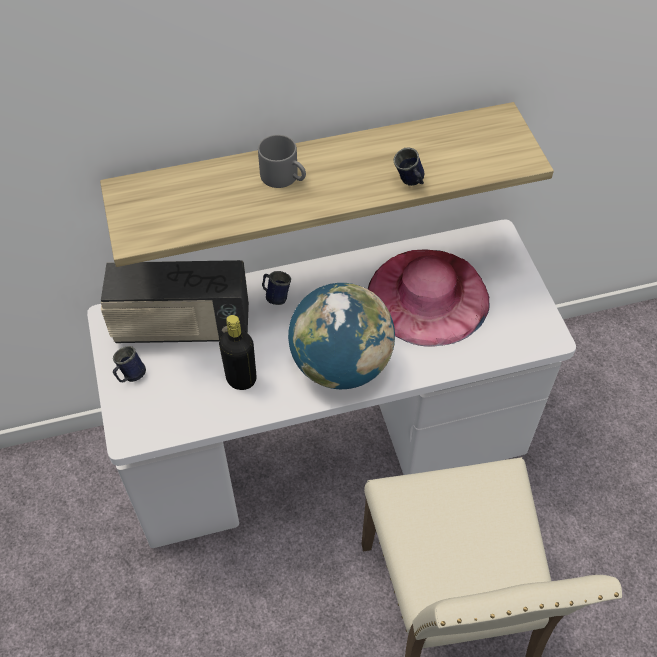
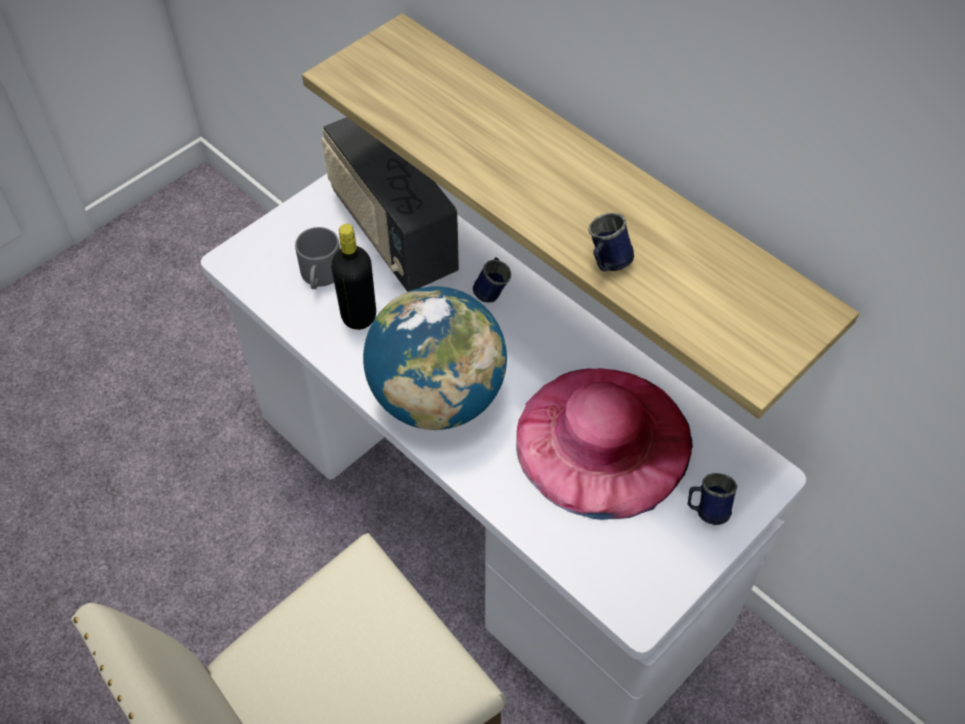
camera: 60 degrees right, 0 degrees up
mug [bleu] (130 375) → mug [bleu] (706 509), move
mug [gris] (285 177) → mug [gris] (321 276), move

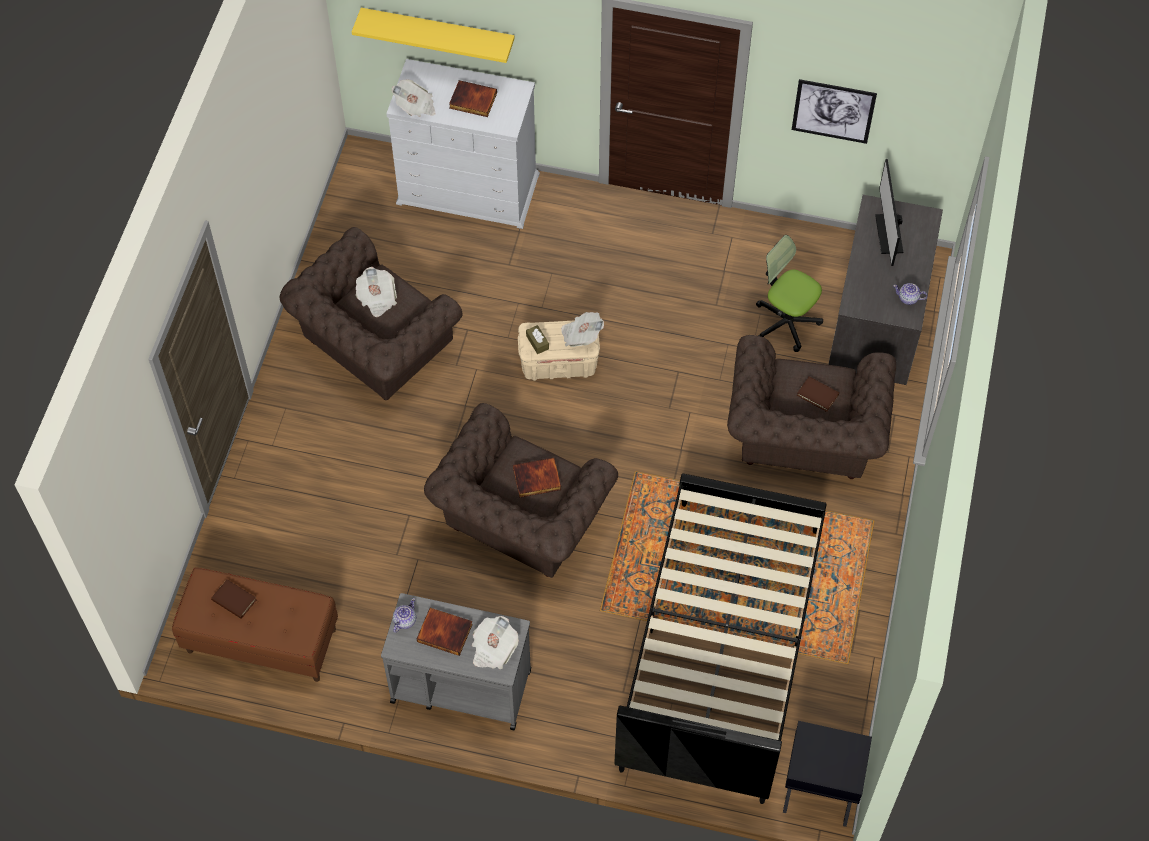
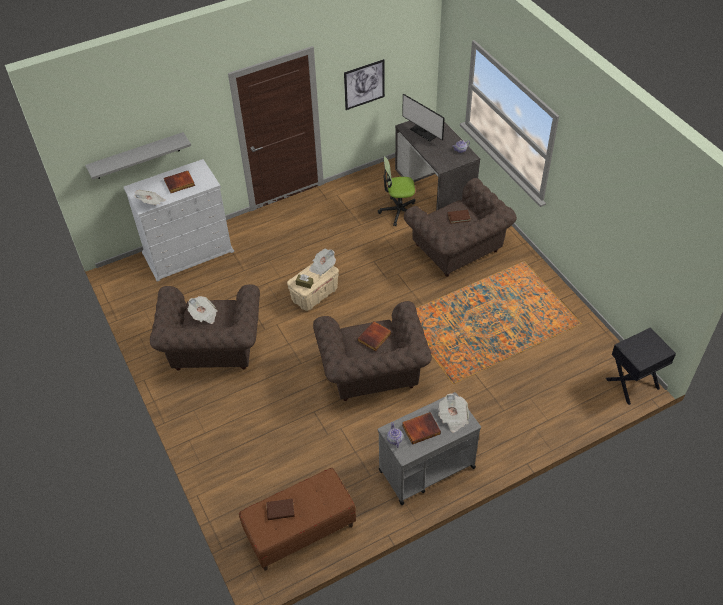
camera: 40 degrees left, 10 degrees down
étagère [jaune] (438 32) → étagère [gris] (137 156)
lit [noir] (720 647) → -

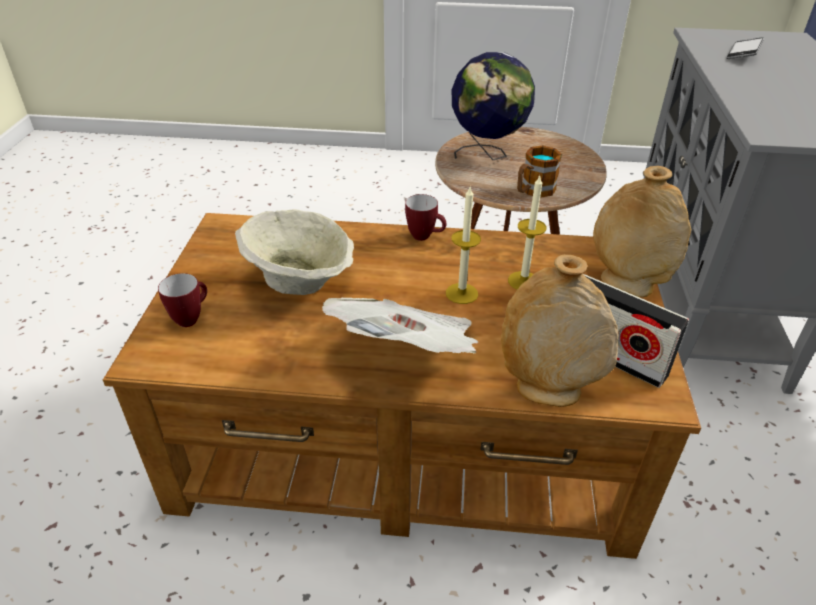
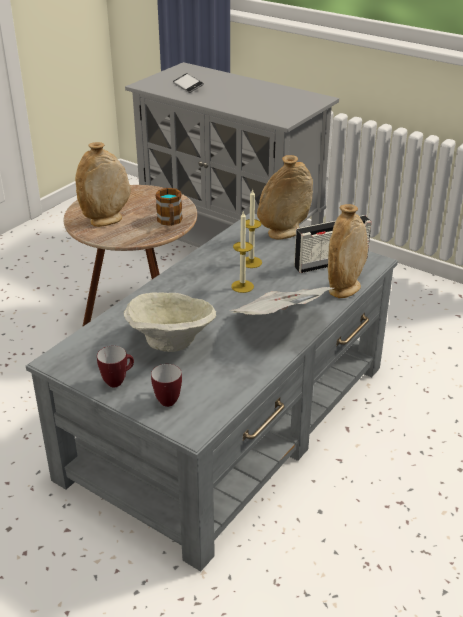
camera: 60 degrees left, 5 degrees down
table basse [marron] (408 438) → table basse [gris] (231 419)
mug (425 237) → mug (118 380), move
globe (487 155) → vase [beige] (106 220)

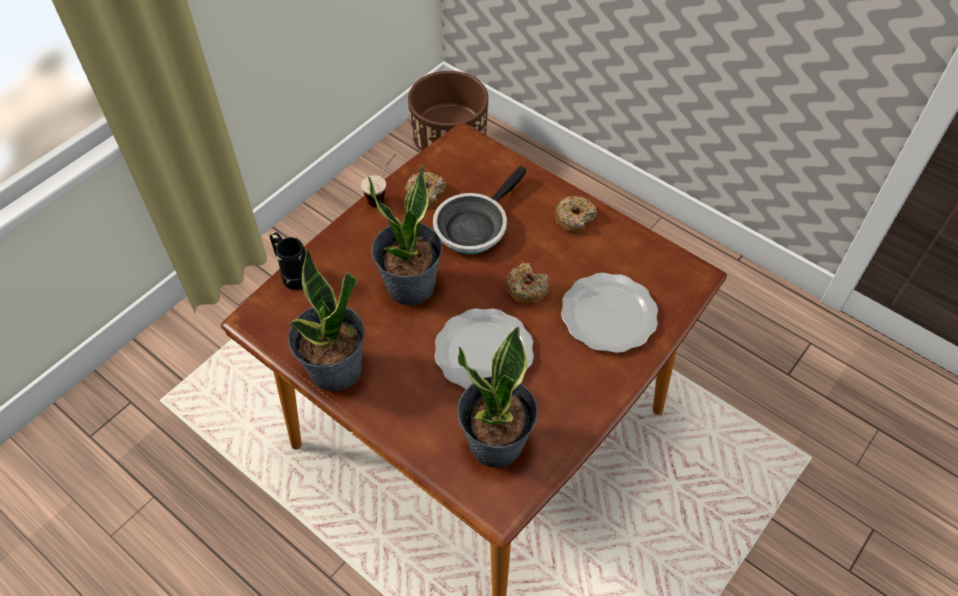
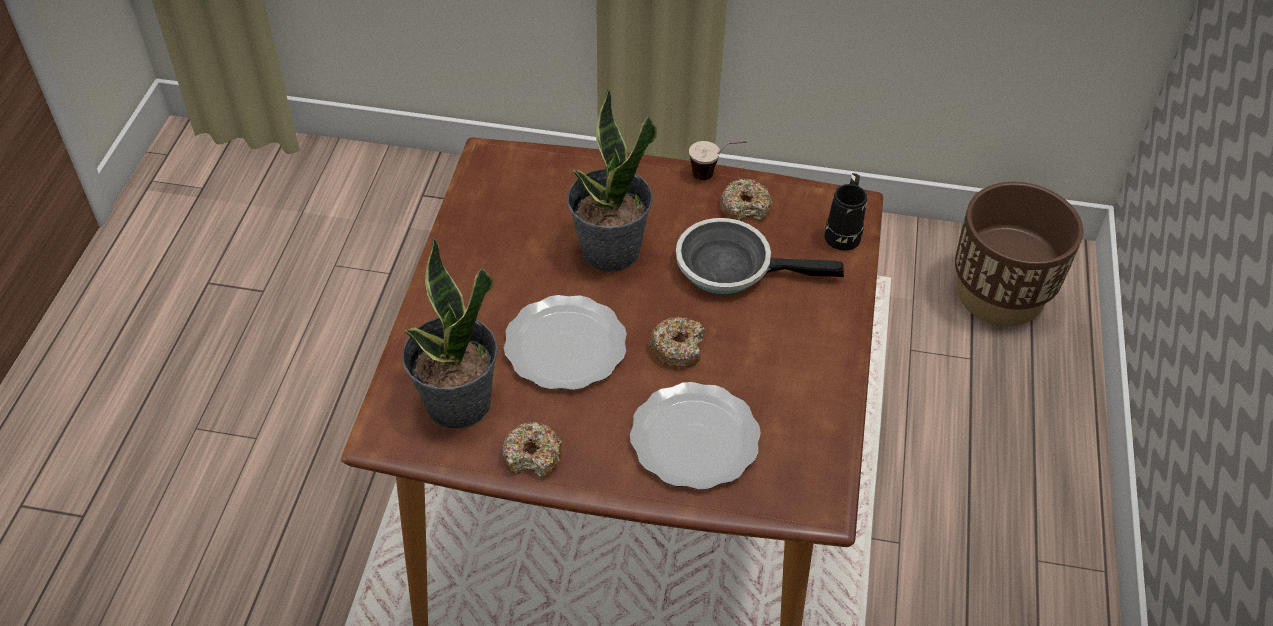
camera: 60 degrees right, 5 degrees down
mug [noir] (293 275) → mug [noir] (844 233), move
plante en pot (335 370) → -
beignet (574 218) → beignet (532 456), move

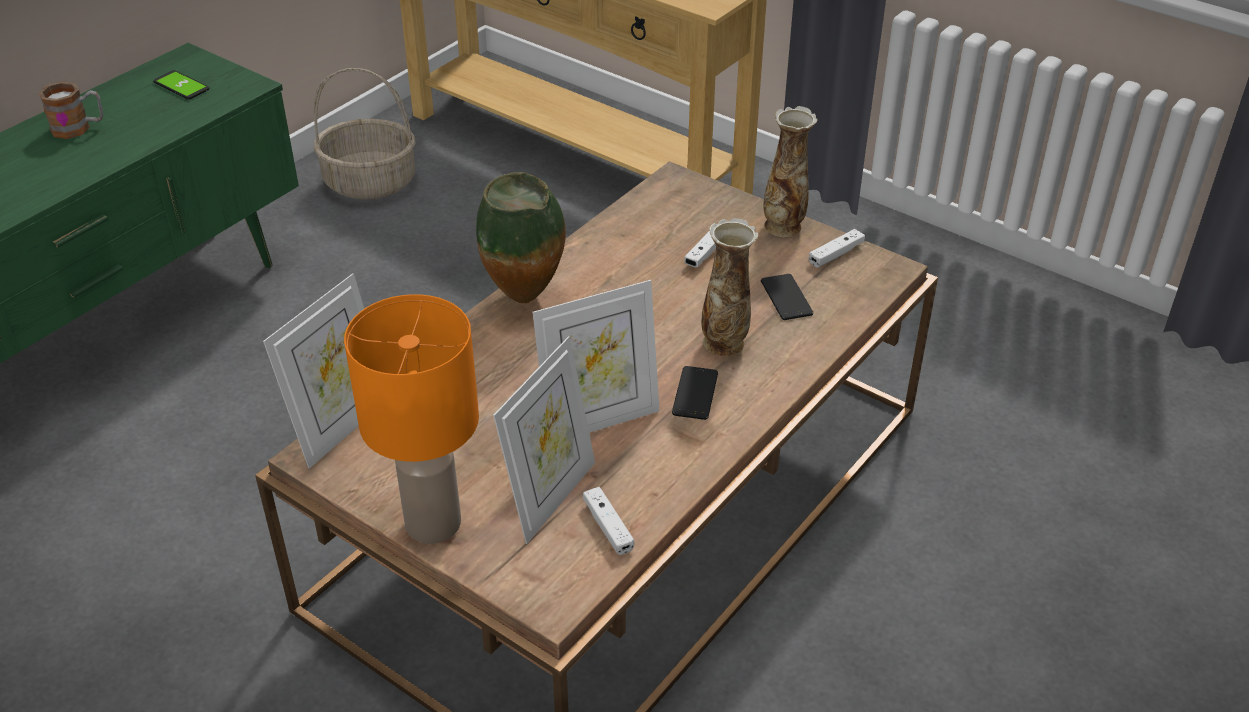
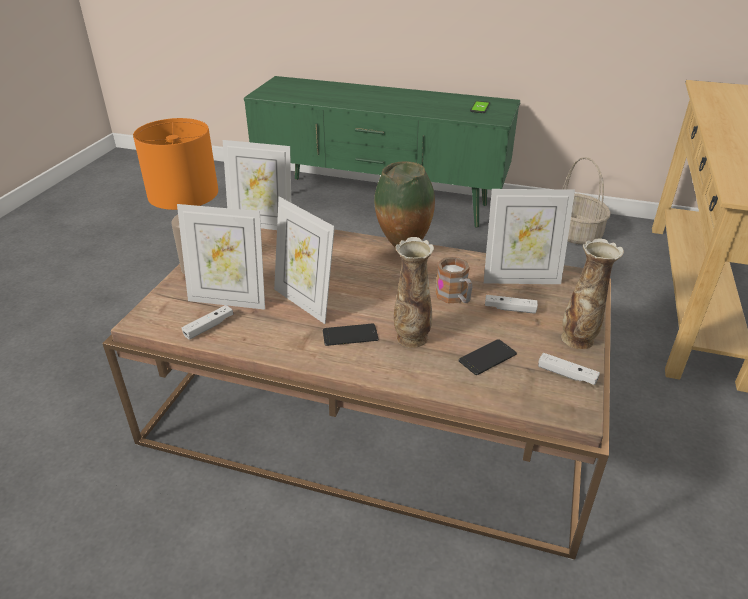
camera: 70 degrees right, 5 degrees down
mug (79 128) → mug (455 298), move
- → cadre photo (520 279)

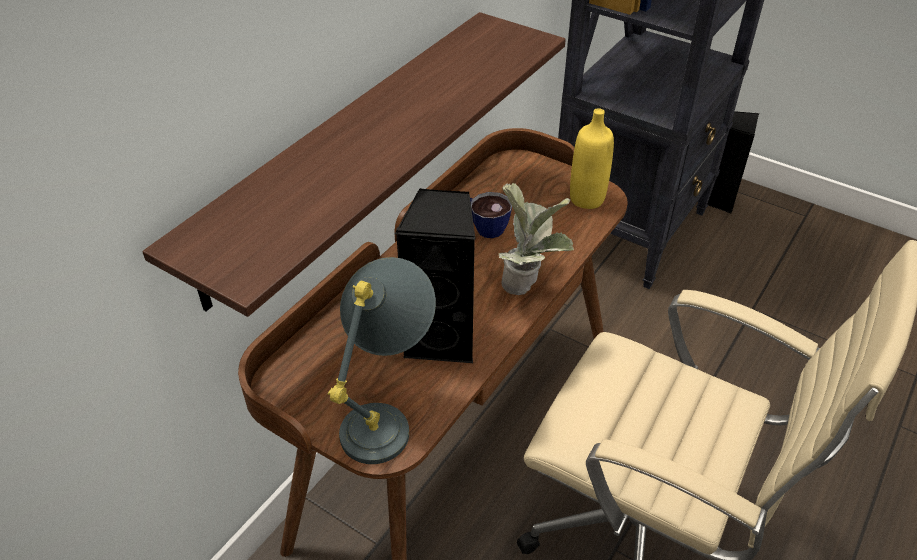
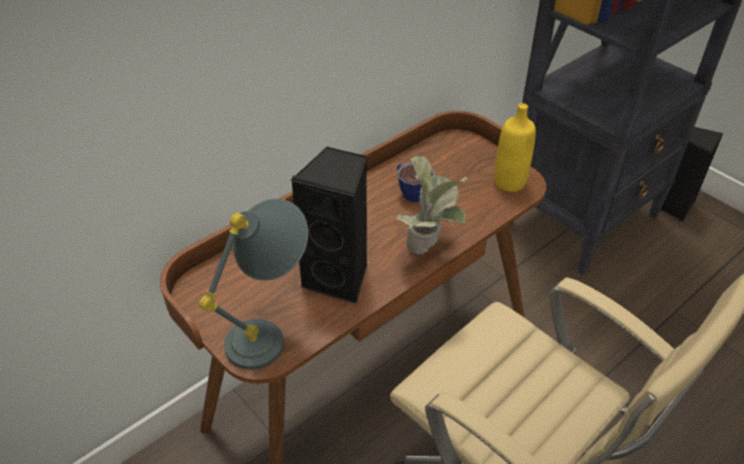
camera: 15 degrees right, 0 degrees up
étagère (346 151) → -

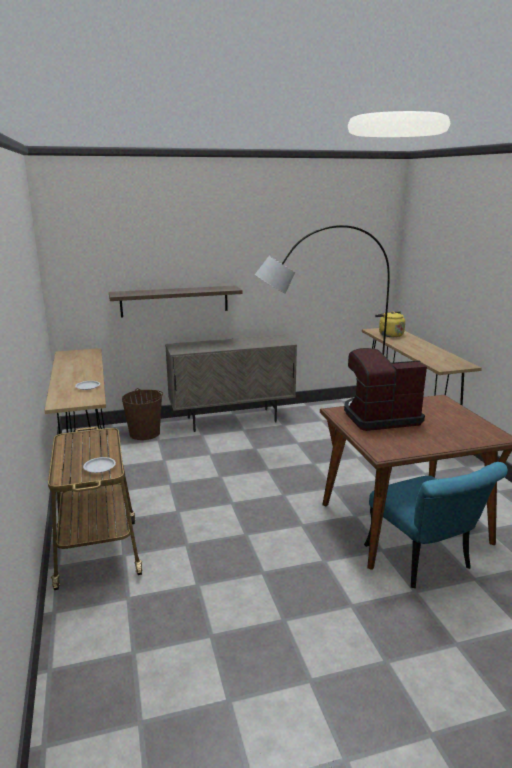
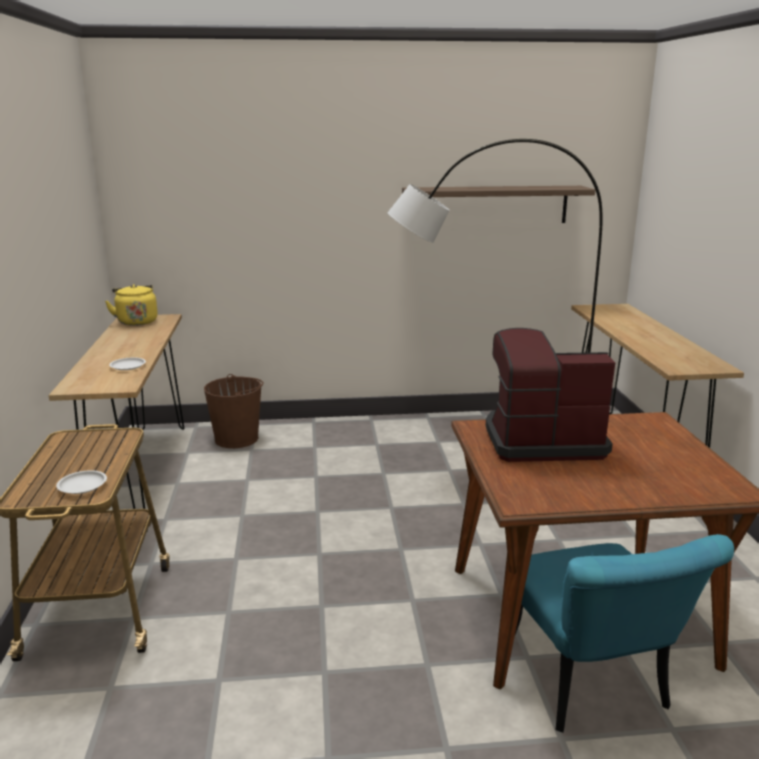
camera: 10 degrees right, 0 degrees up
étagère (174 301) → étagère (491 205), move
meuble de rangement [beige] (232 420) → -
bouilloire [jaune] (389 335) → bouilloire [jaune] (136 321), move

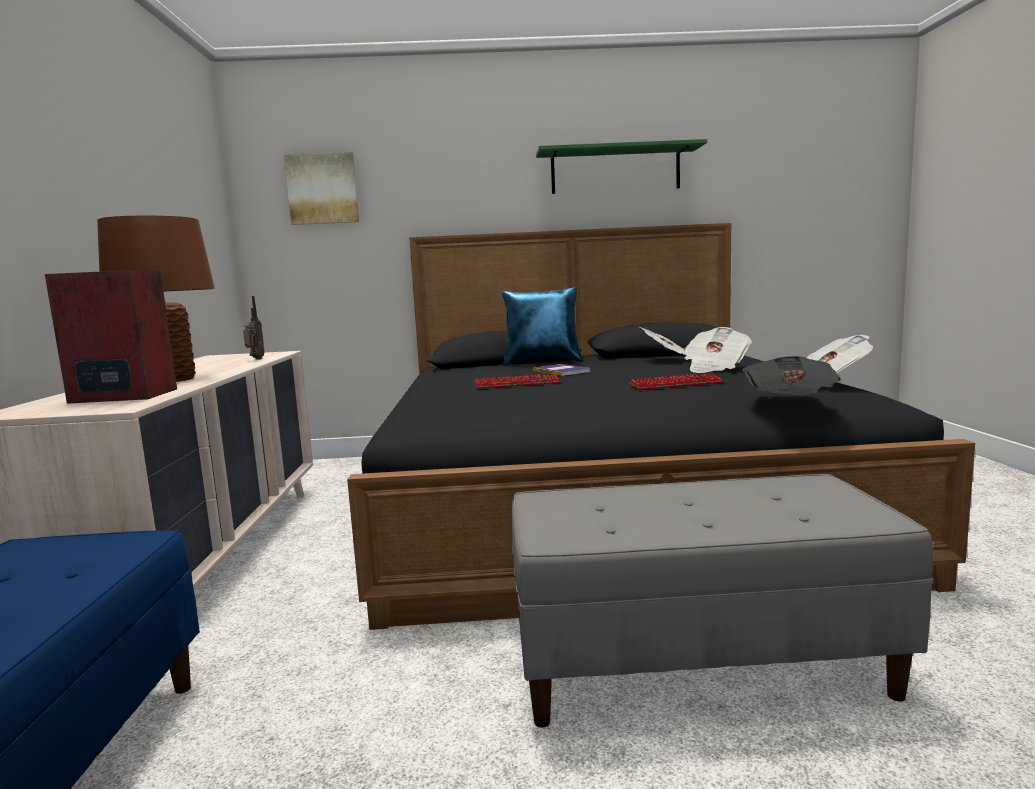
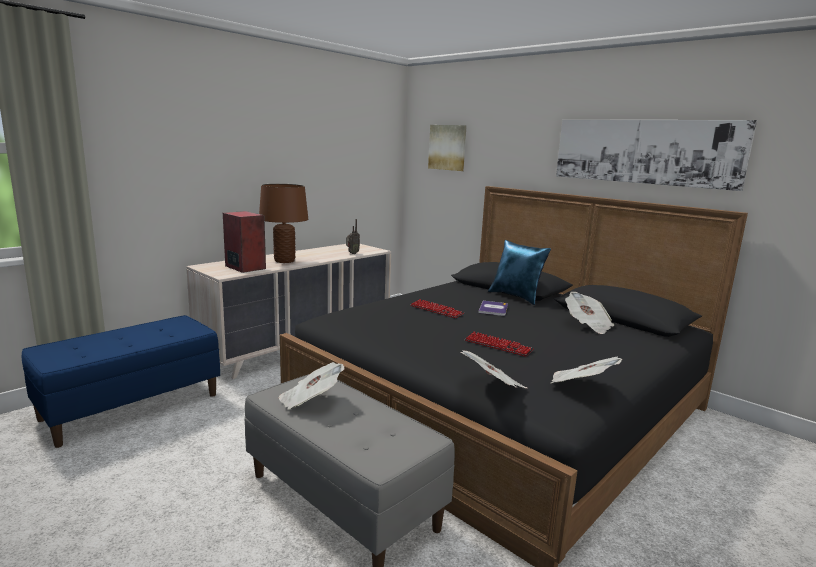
camera: 45 degrees right, 5 degrees up
étagère [vert] (615 171) → tableau (644 151)
journal (714 368) → journal (310 401), move

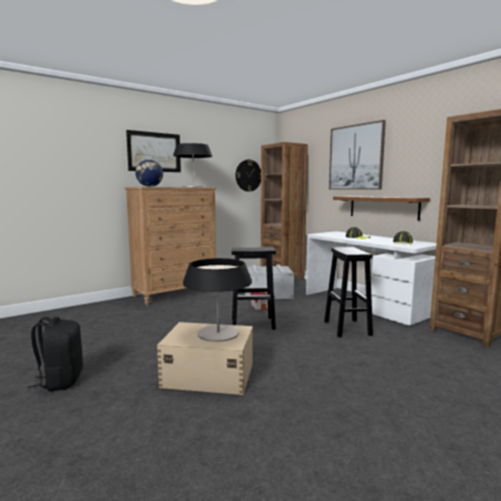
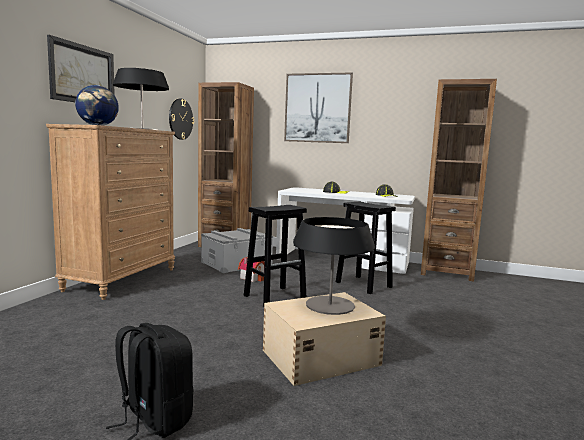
camera: 35 degrees left, 0 degrees up
étagère [marron] (383 207) → -

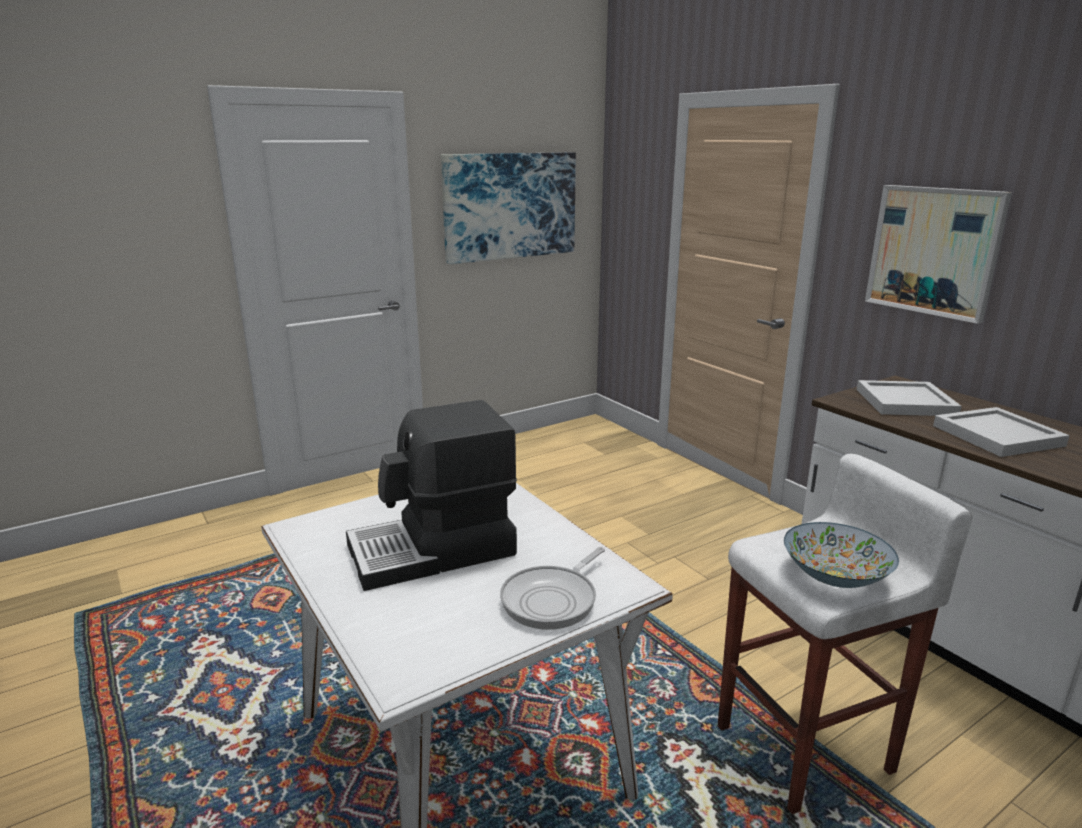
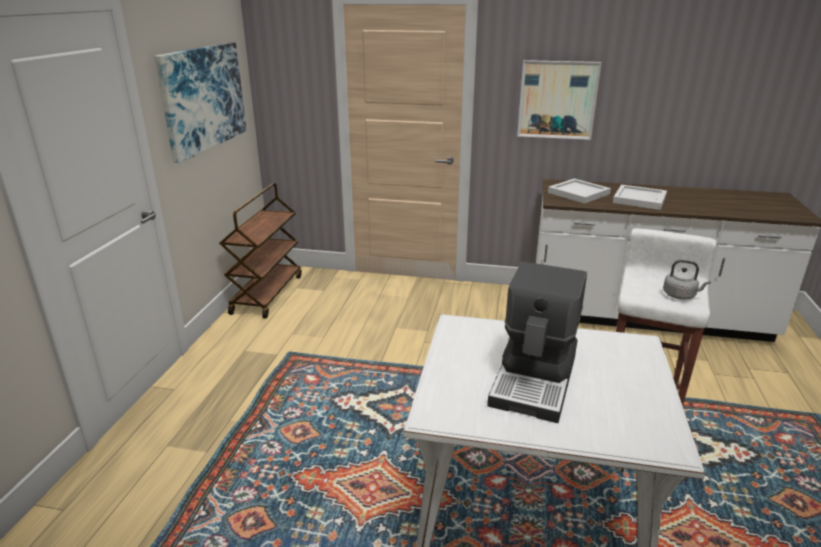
camera: 45 degrees left, 5 degrees up
poêle (553 600) → -
bol (835 577) → bouilloire [gris] (680 295)
- → chariot [marron] (267 294)

